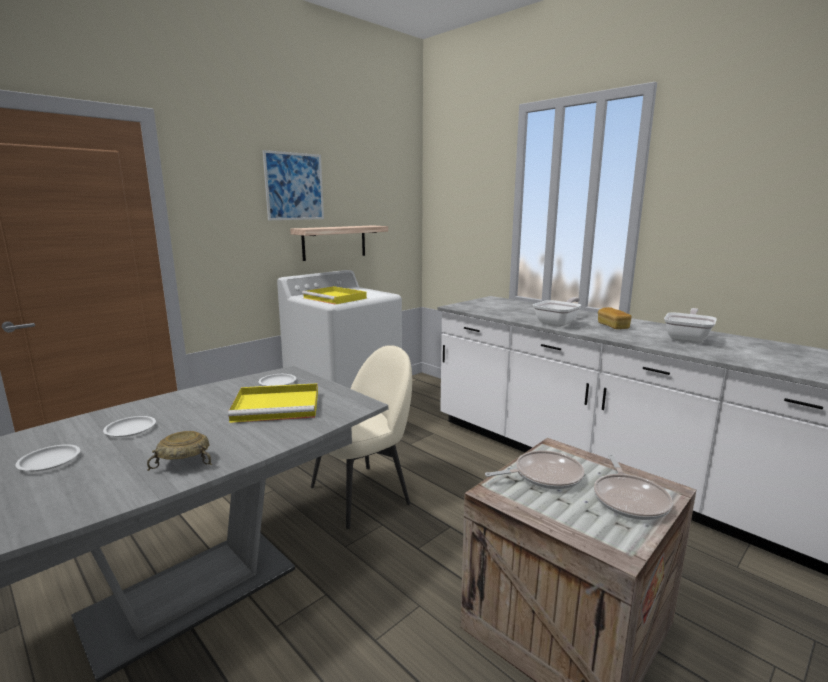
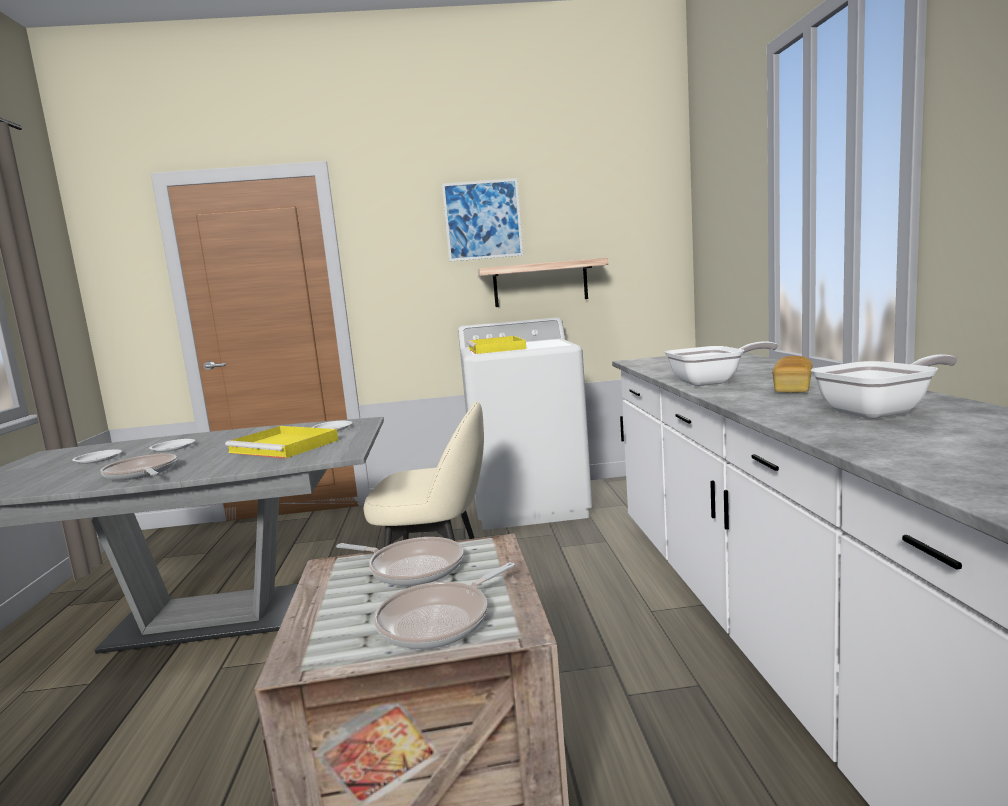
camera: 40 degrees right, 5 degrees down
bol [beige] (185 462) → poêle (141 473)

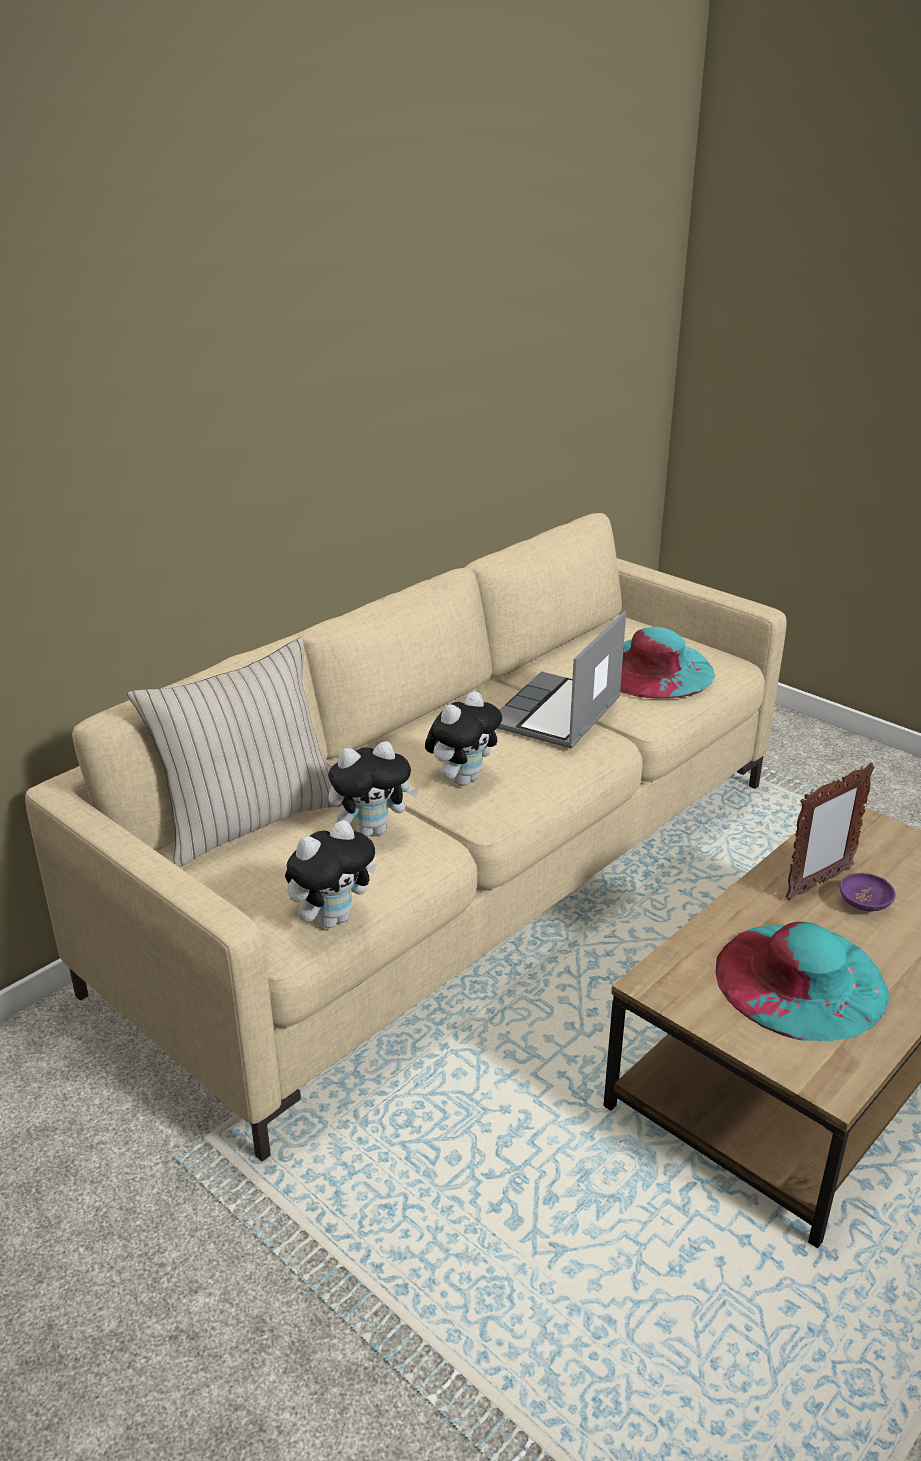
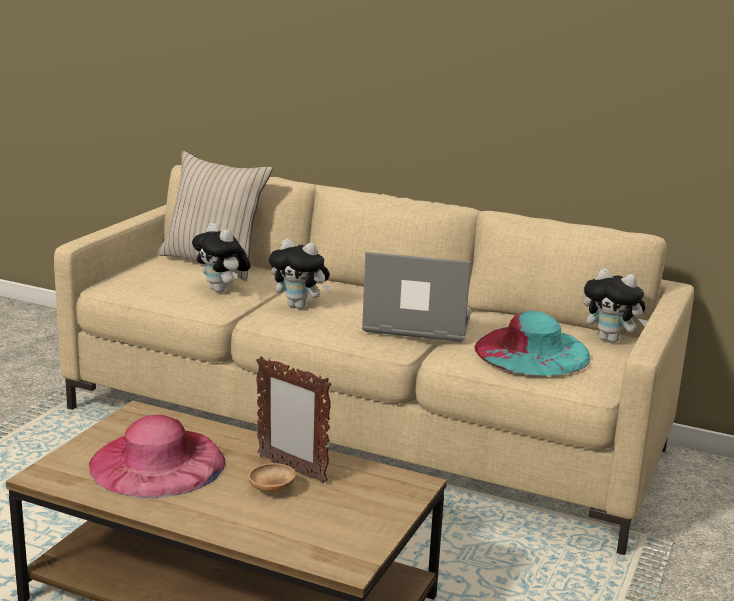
camera: 70 degrees right, 10 degrees down
peluche (332 918) → peluche (611 340), move
chapeau [turquoise] (800 980) → chapeau [rose] (157 463)
bol [violet] (864 904) → bol [marron] (271 489)

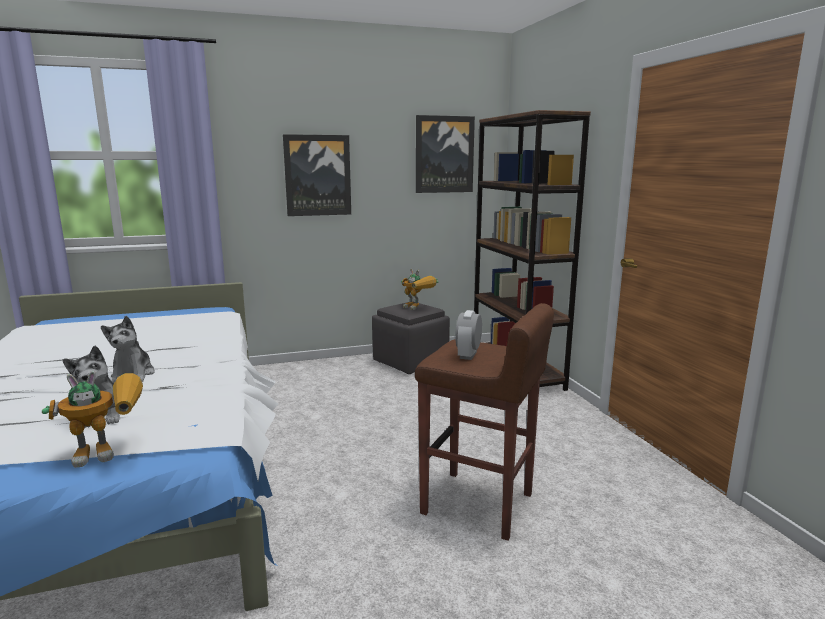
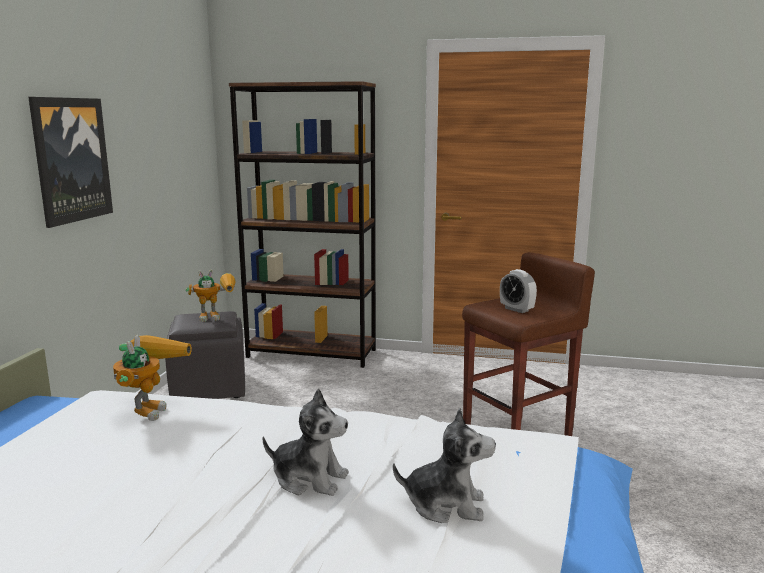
camera: 60 degrees left, 0 degrees up
robot jouet (111 451) → robot jouet (150 407), move
tableau (444 154) → -

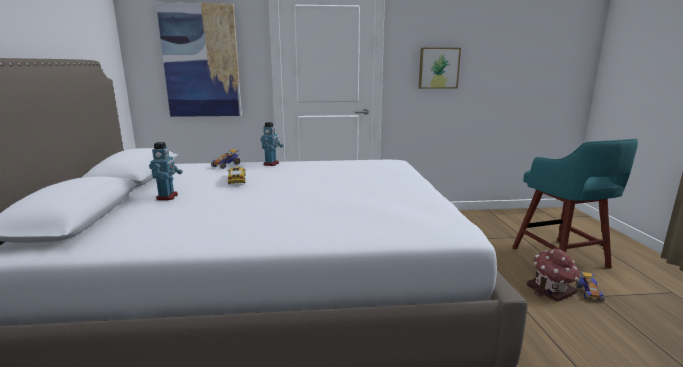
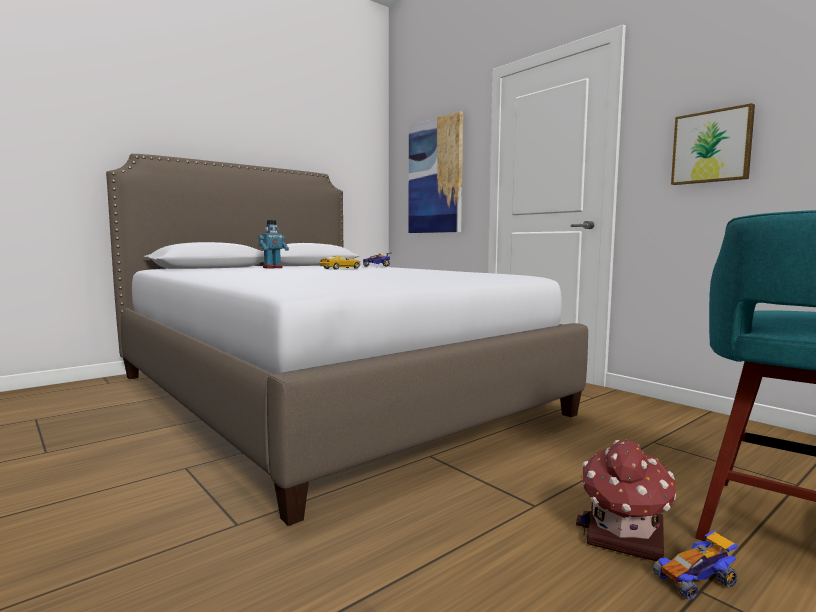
camera: 55 degrees right, 10 degrees down
robot jouet (271 164) → -

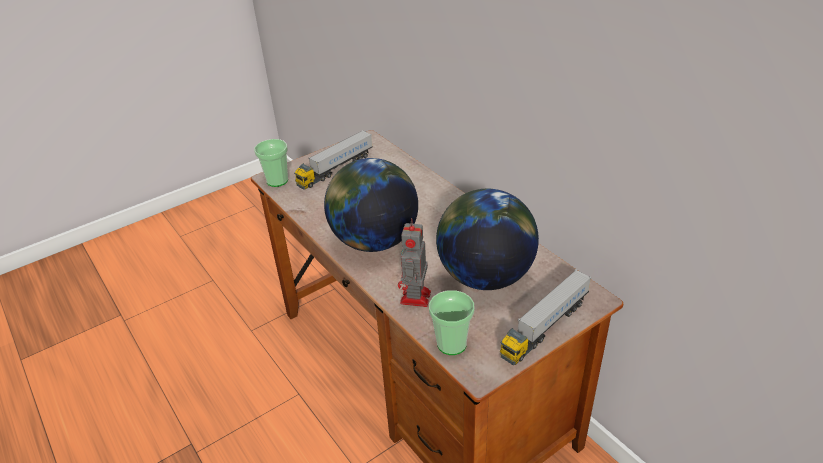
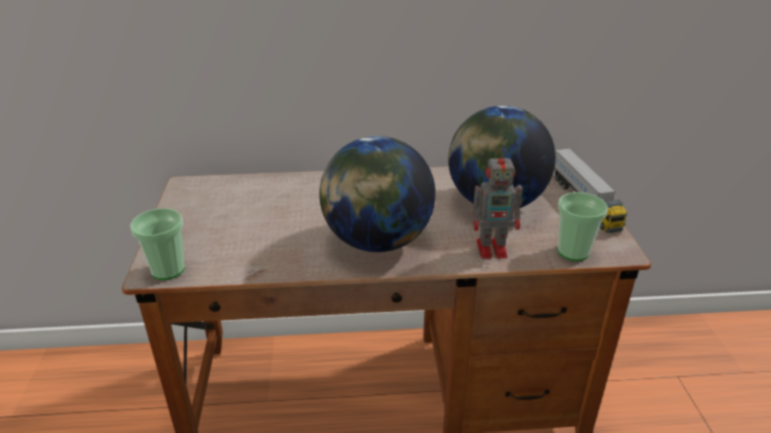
camera: 60 degrees left, 5 degrees down
camion jouet (335 169) → -
robot jouet (415 298) → robot jouet (493 249), 45 degrees counterclockwise

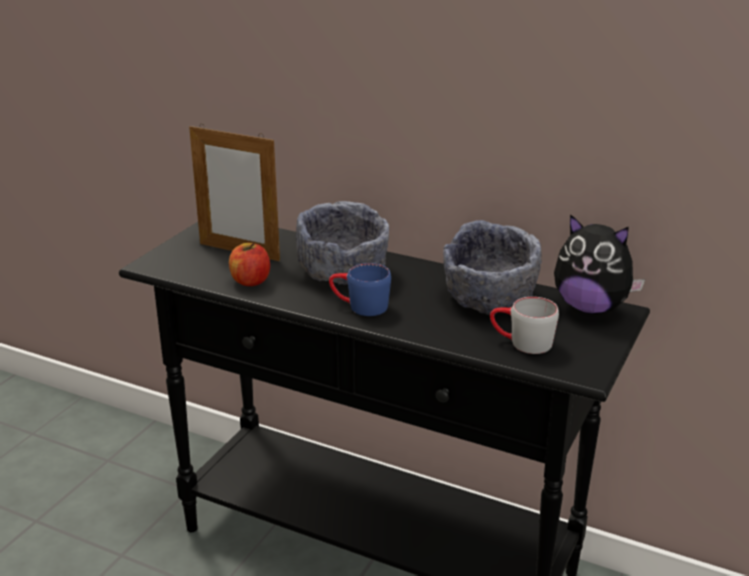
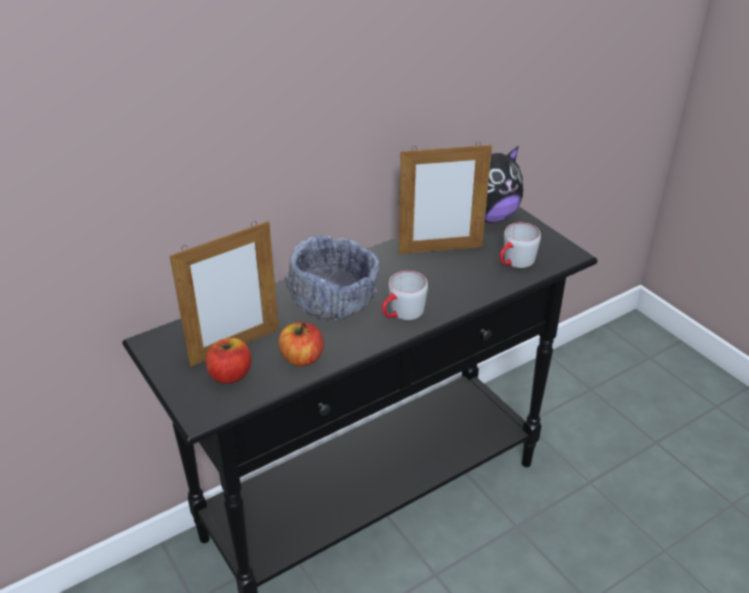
camera: 60 degrees left, 10 degrees up
mug [bleu] (359 306) → mug [gris] (401 314)
bol [gris] (490 297) → cadre photo (440 250)
- → pomme (230 375)

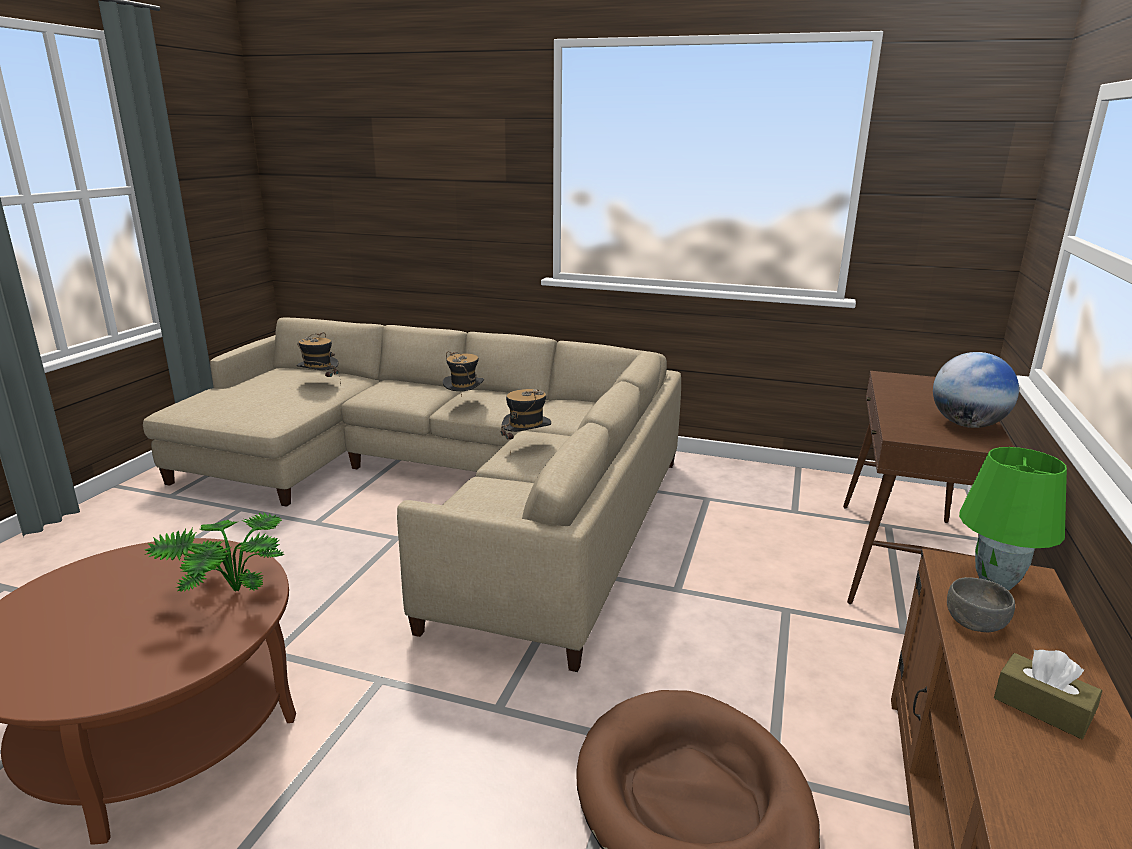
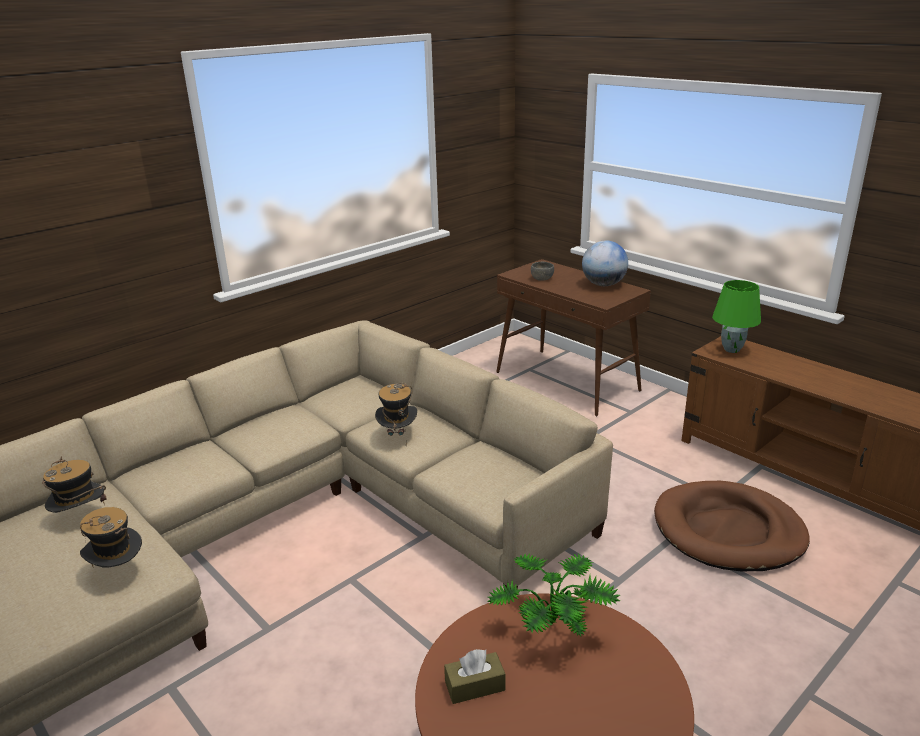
camera: 60 degrees left, 5 degrees up
chapeau (464 404) → chapeau (118 572), move
bol [gris] (975 623) → bol [gris] (542 278), move
boîte à mouchoirs [marron] (1042 708) → boîte à mouchoirs [marron] (475 686), move

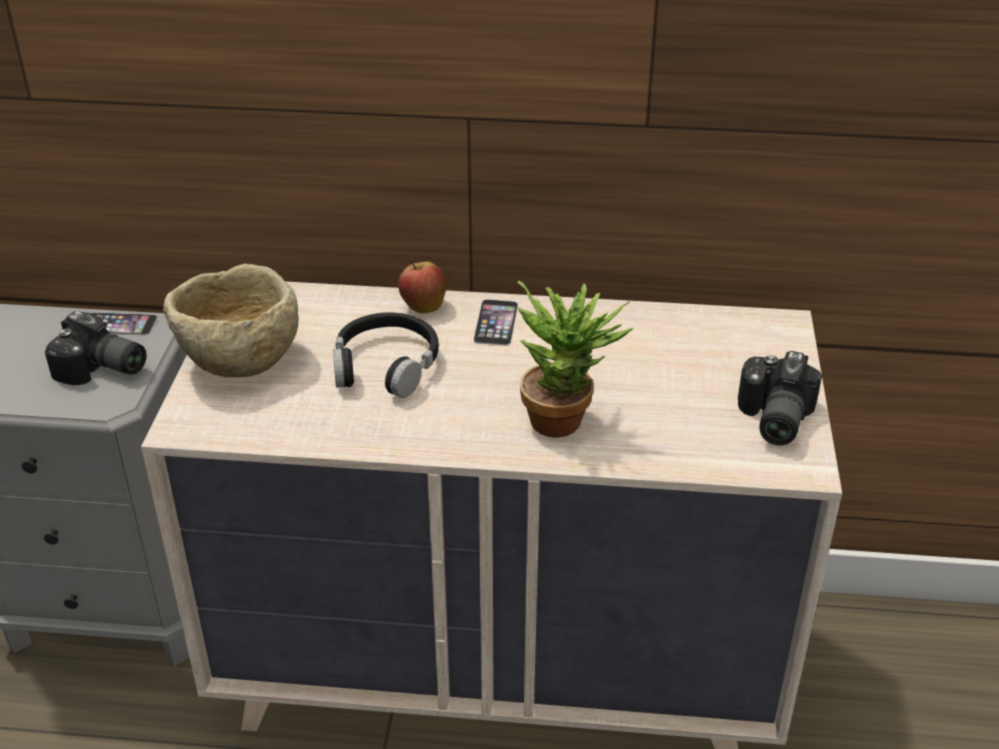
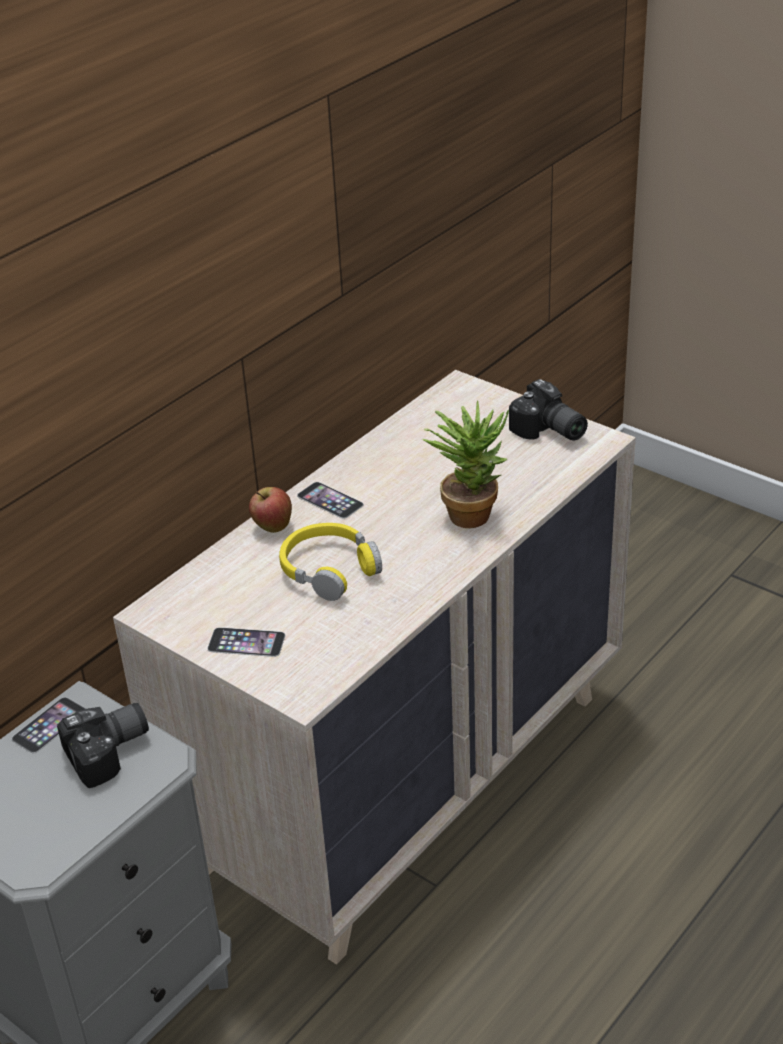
camera: 55 degrees left, 0 degrees up
bol [beige] (239 362) → téléphone (246 642)
casque audio [noir] (385 365) → casque audio [jaune] (329 569)

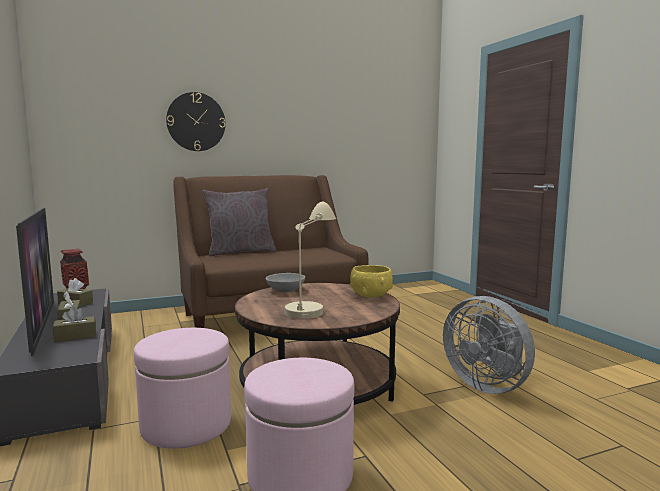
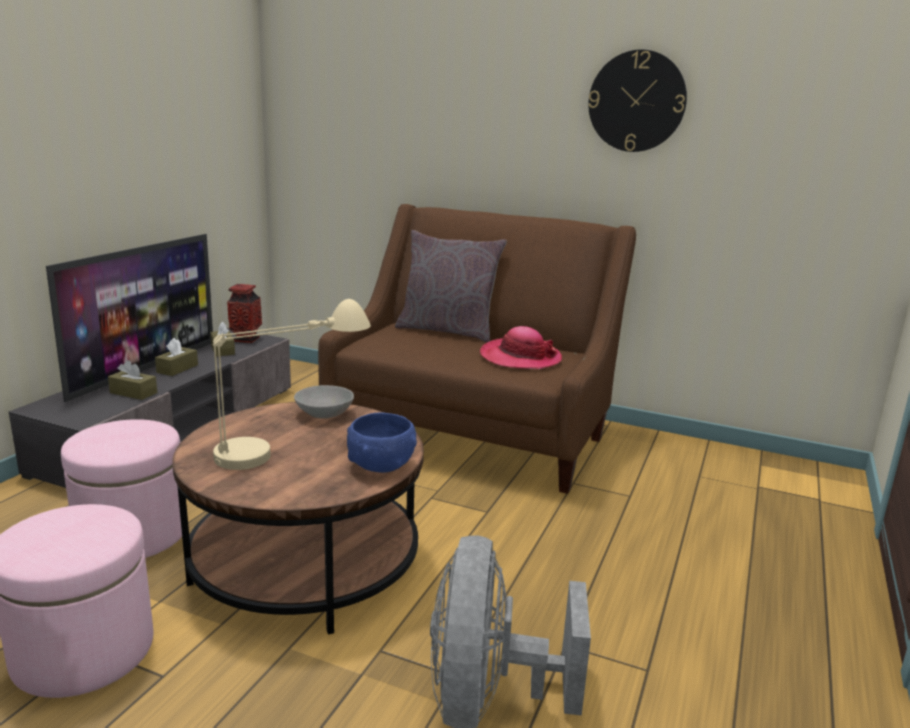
camera: 45 degrees right, 10 degrees up
horloge murale (196 122) → horloge murale (636 101), move
bol [jaune] (371 295) → bol [bleu] (381 466)
- → chapeau (520 358)

